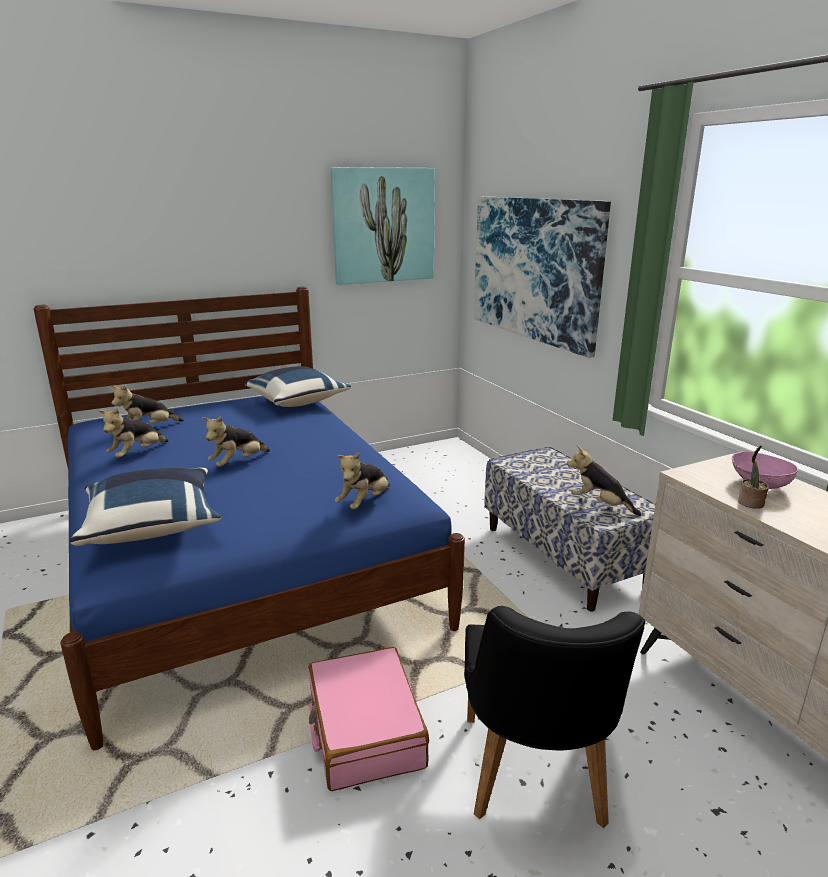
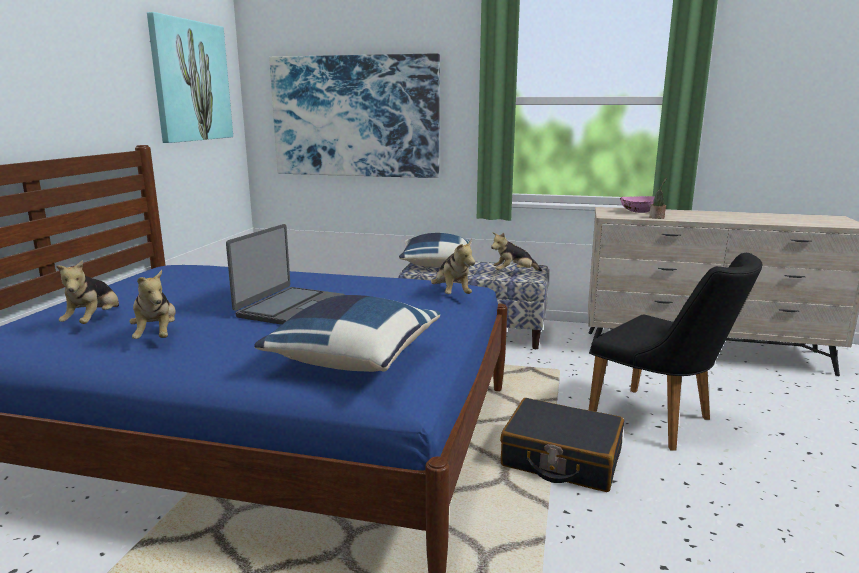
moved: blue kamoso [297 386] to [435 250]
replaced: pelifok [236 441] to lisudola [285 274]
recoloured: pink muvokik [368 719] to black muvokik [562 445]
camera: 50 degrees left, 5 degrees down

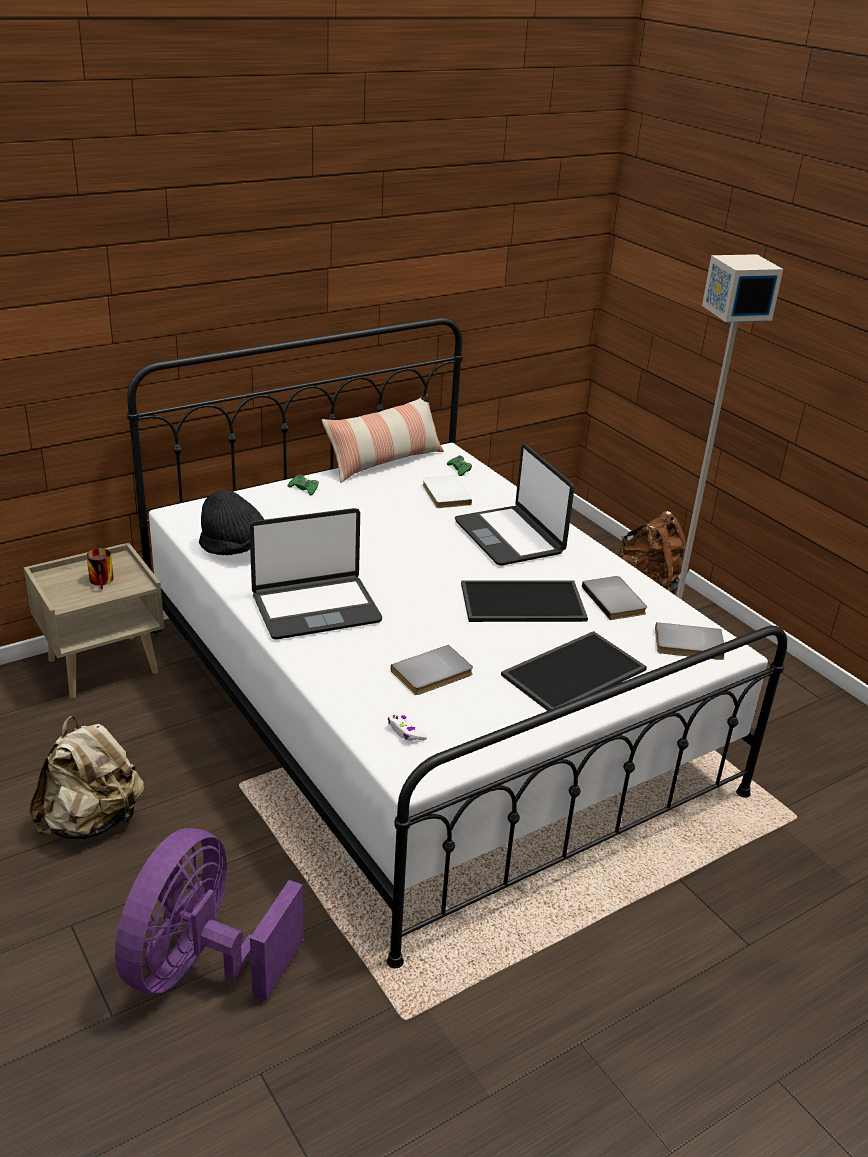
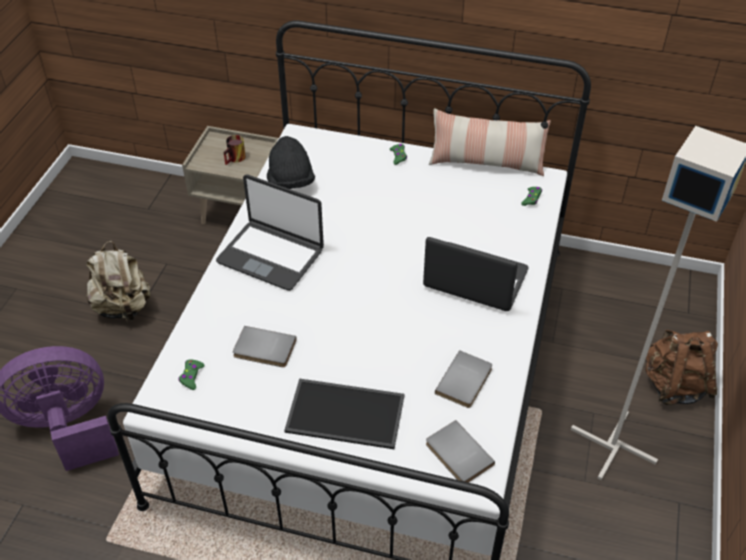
removed: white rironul [447 491]; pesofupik [524 601]
recoloured: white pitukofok [408 727] to green pitukofok [192 374]
turned: lisudola [514 505] = [476 274] 90 degrees clockwise
camera: 50 degrees right, 15 degrees up

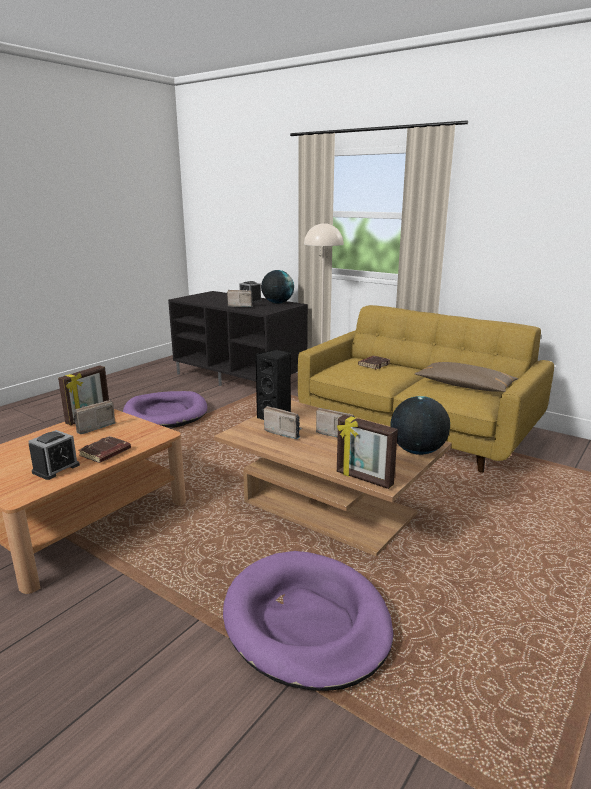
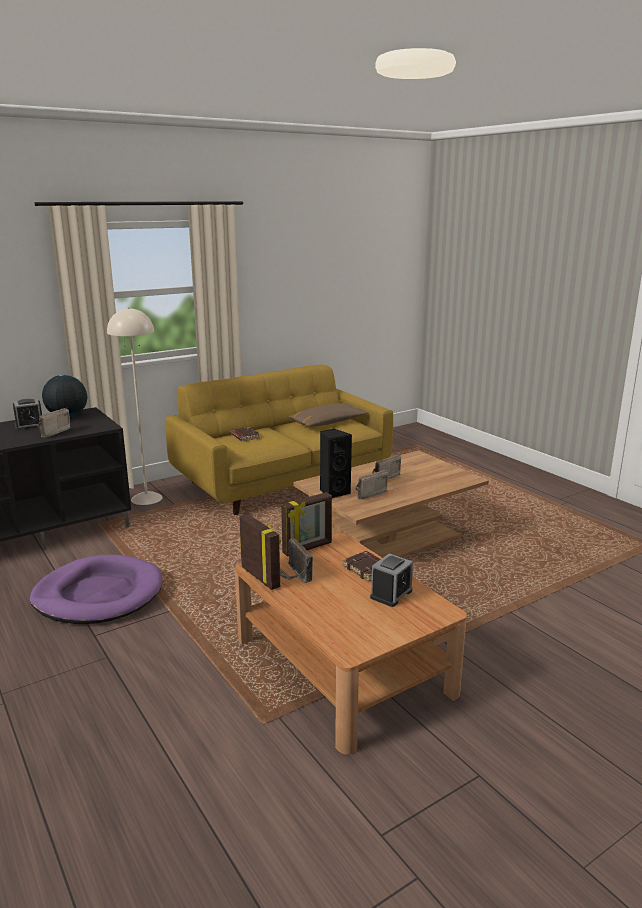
removed: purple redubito [308 621]; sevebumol [420 425]
moved: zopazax [367 452] to [306 524]
turned: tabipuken [54 455] = [391 580] 75 degrees clockwise
camera: 70 degrees left, 0 degrees up

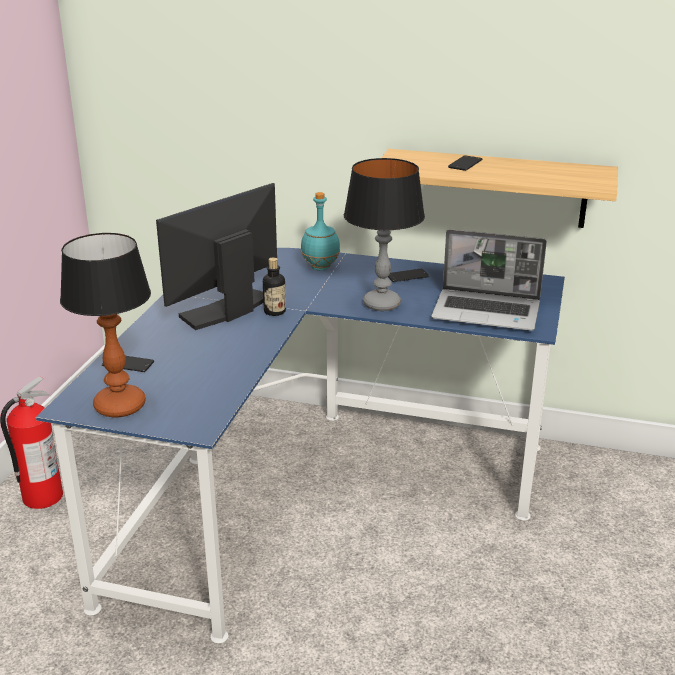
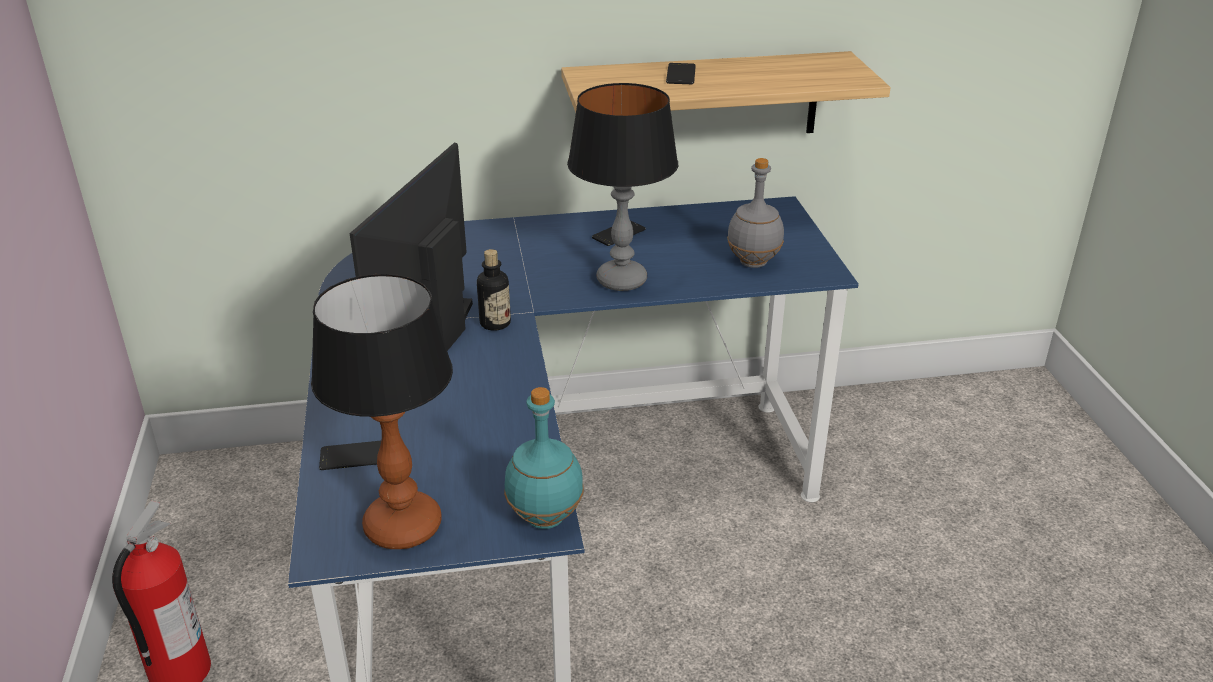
moved: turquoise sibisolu [320 231] to [544 458]
replaced: lisudola [489 280] to grey sibisolu [755 213]
camera: 25 degrees left, 5 degrees up

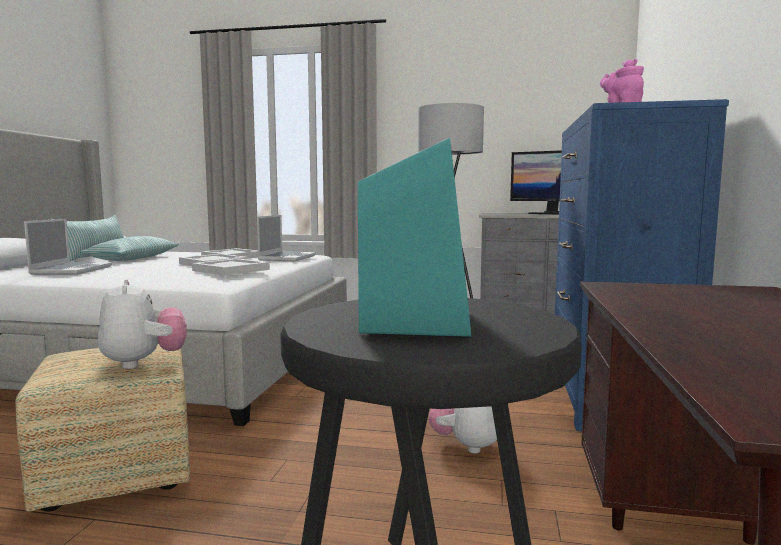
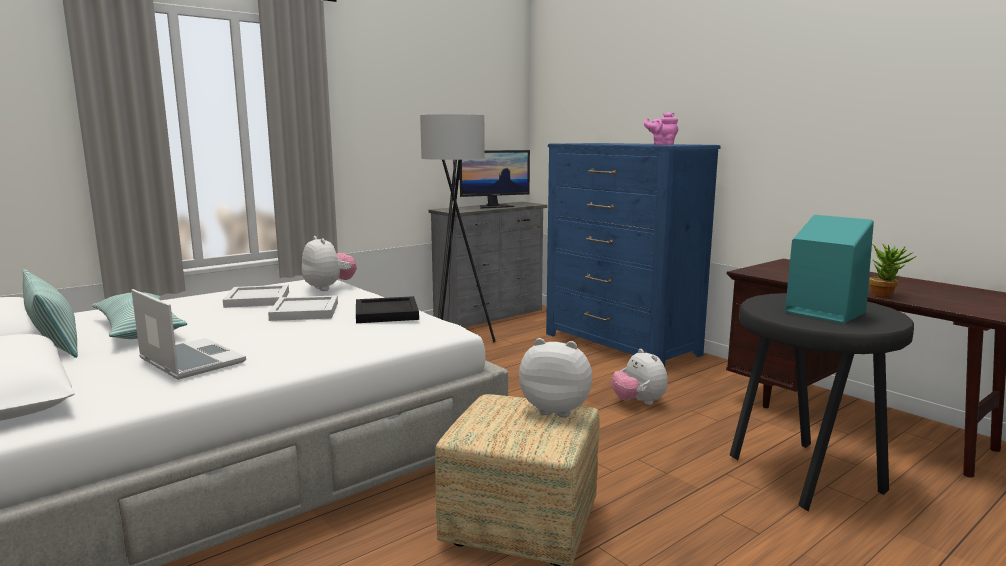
added: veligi [892 271]
replaced: lisudola [286 238] to pelifok [329 263]
recoloured: white pesofupik [231 267] to black pesofupik [387 309]
camera: 50 degrees left, 5 degrees up

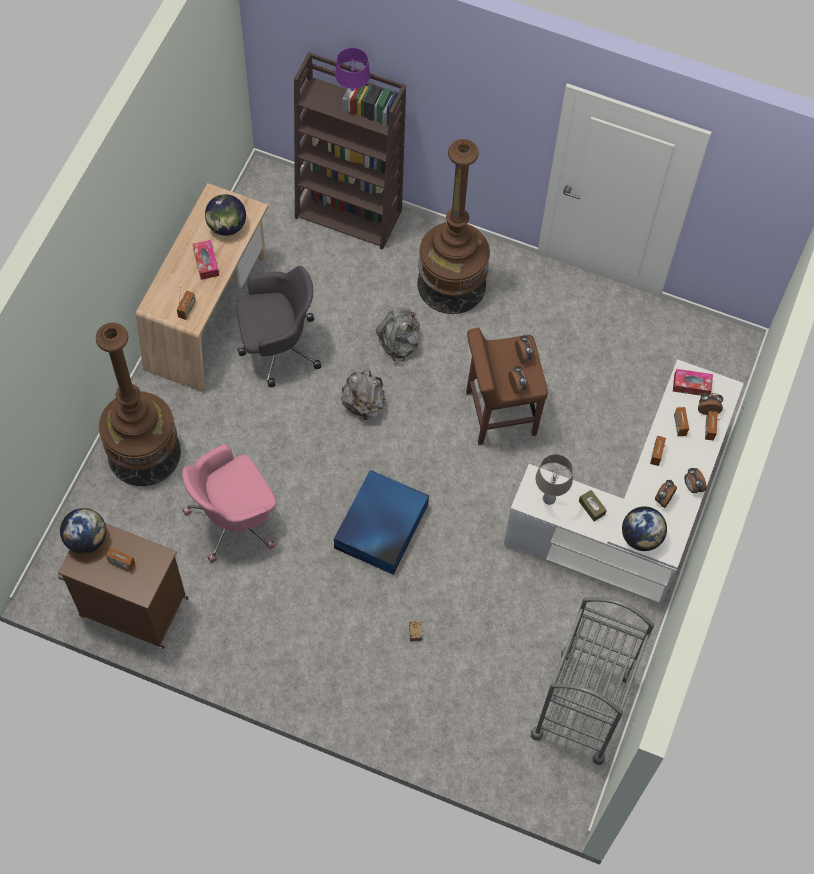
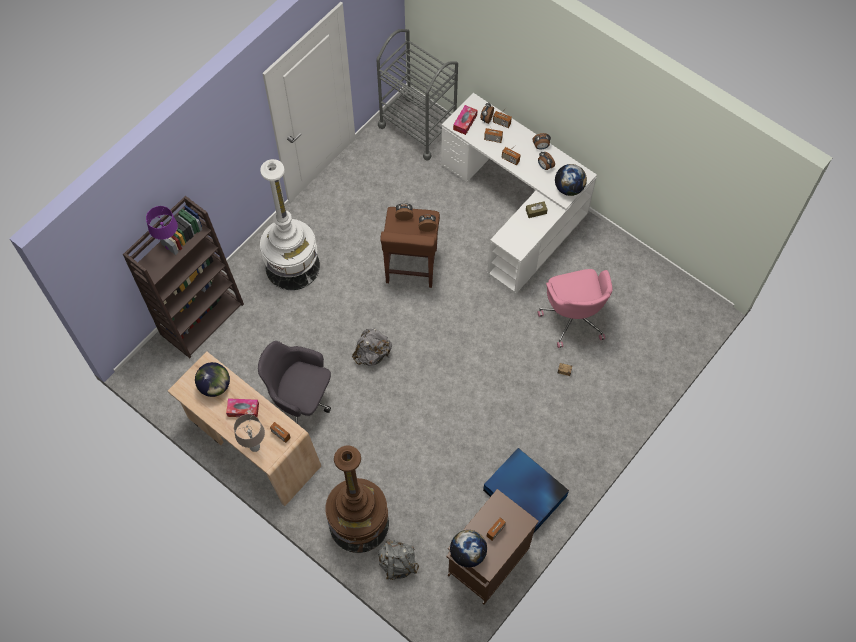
moved: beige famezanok [554 479] to [249 433]; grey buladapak [592 681] to [417 95]; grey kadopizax [397 334] to [398 559]; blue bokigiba [381 522] to [526 490]; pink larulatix [229 503] to [575 308]
recoloured: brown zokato [453 226] to white zokato [290 224]
turned: grey larulatix [278 326] = [294 382] 75 degrees counterclockwise
camera: 70 degrees left, 0 degrees up

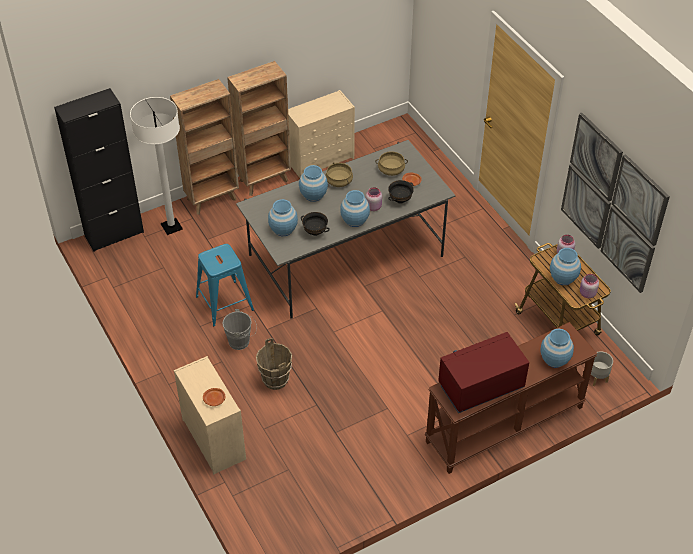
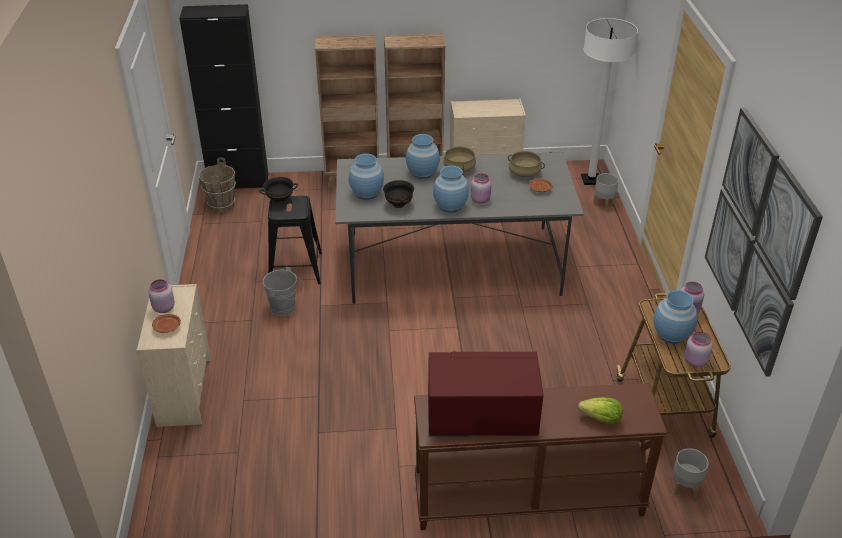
added: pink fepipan [161 296]; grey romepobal [606 191]
moved: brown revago [274 364] to [217 184]; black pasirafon [401 192] to [278 190]; white zokato [156 166] to [609 101]
replaced: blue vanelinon [557 348] to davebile [600 410]
recoloured: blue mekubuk [225 285] to black mekubuk [295 240]
camera: 25 degrees right, 10 degrees down

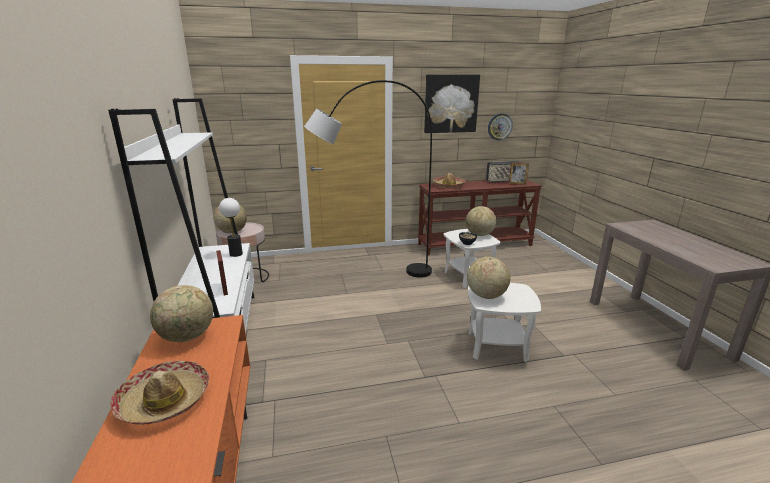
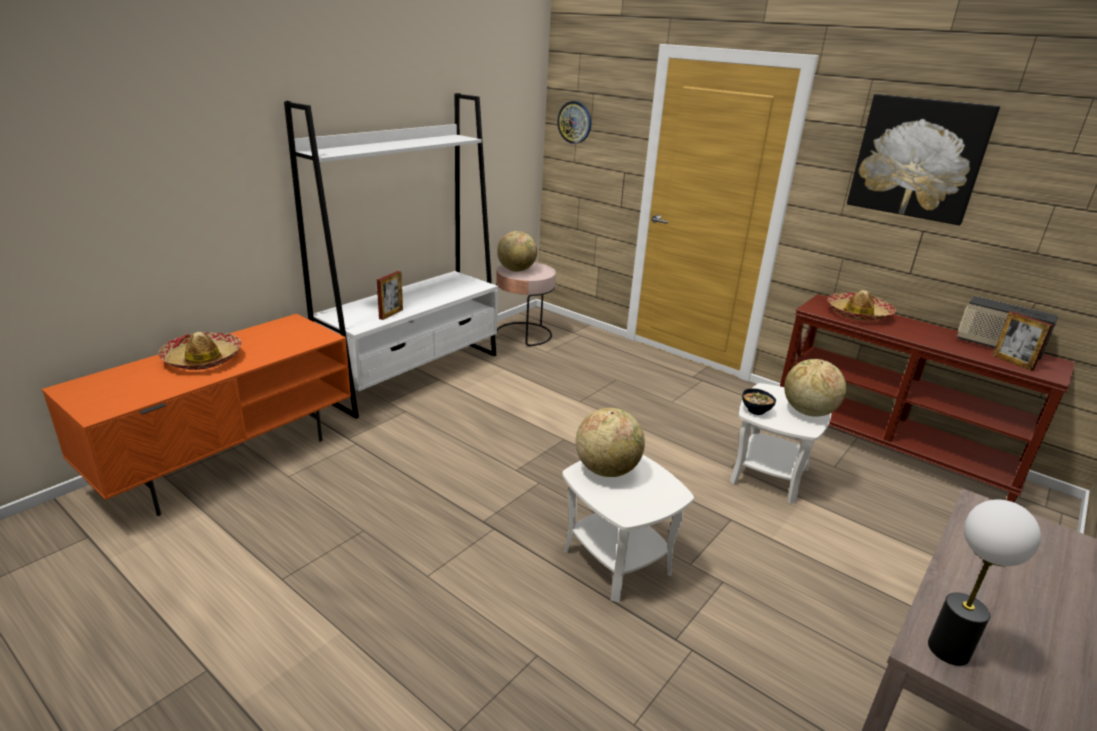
removed: sevebumol [181 313]; grey zokato [368 178]
moved: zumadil [500 127] to [574 122]; famezanok [231 227] to [984 583]
camera: 50 degrees right, 5 degrees up

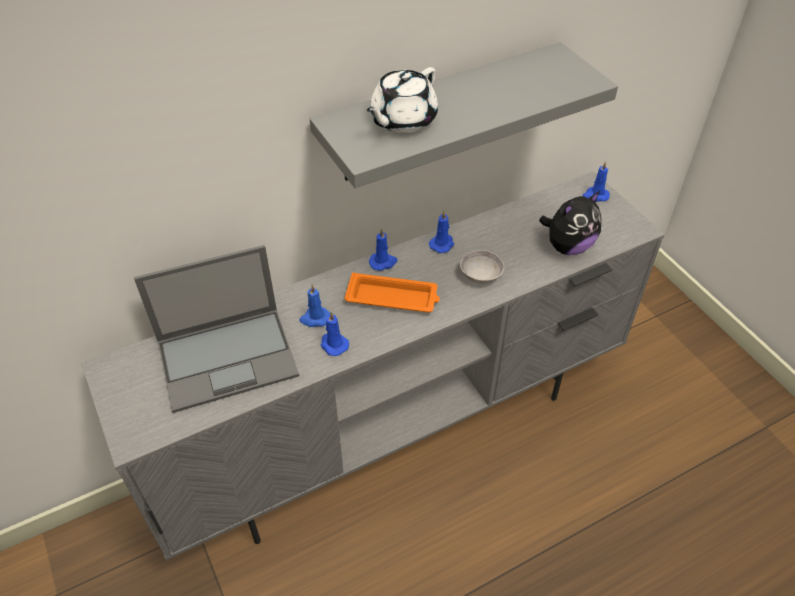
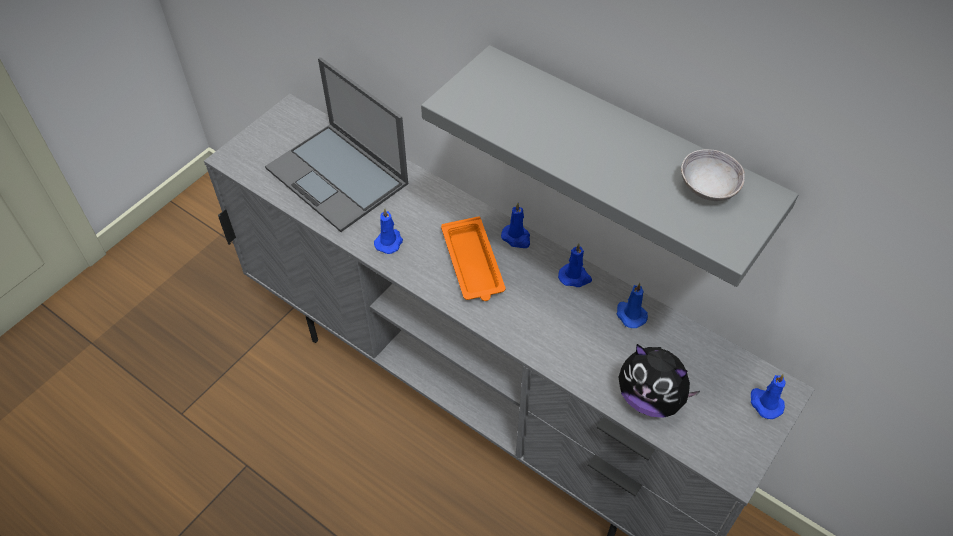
removed: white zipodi [402 100]
moved: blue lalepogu [314 305] to [632 305]; grey pasirafon [482 266] to [713 175]
camera: 65 degrees right, 5 degrees up

